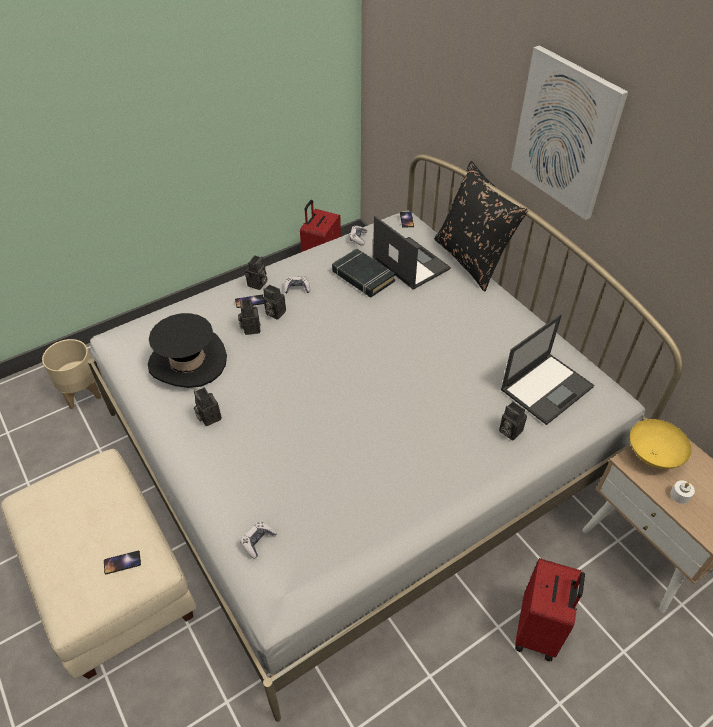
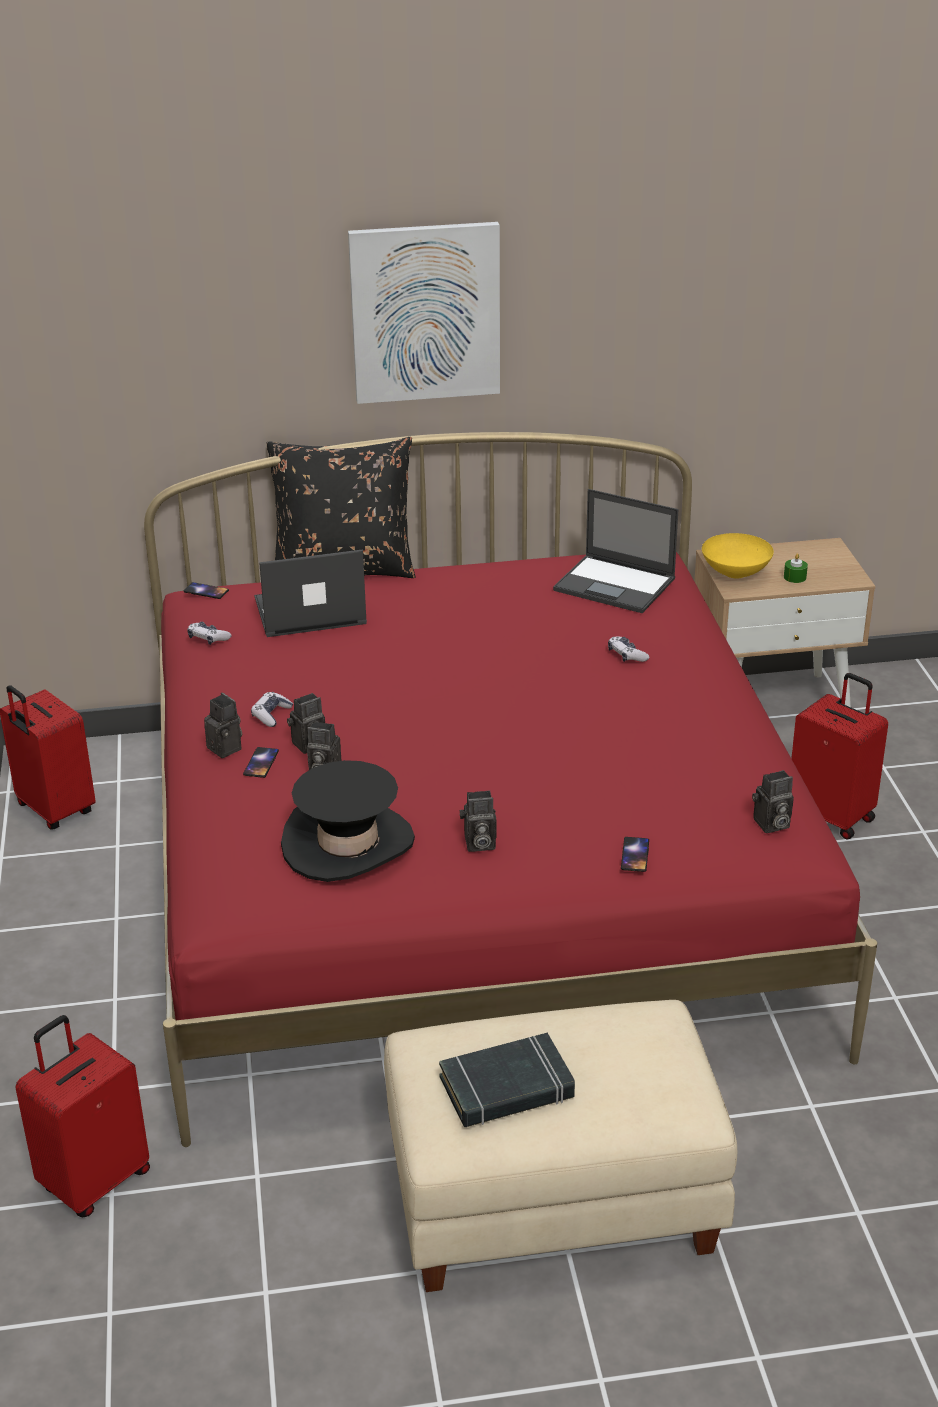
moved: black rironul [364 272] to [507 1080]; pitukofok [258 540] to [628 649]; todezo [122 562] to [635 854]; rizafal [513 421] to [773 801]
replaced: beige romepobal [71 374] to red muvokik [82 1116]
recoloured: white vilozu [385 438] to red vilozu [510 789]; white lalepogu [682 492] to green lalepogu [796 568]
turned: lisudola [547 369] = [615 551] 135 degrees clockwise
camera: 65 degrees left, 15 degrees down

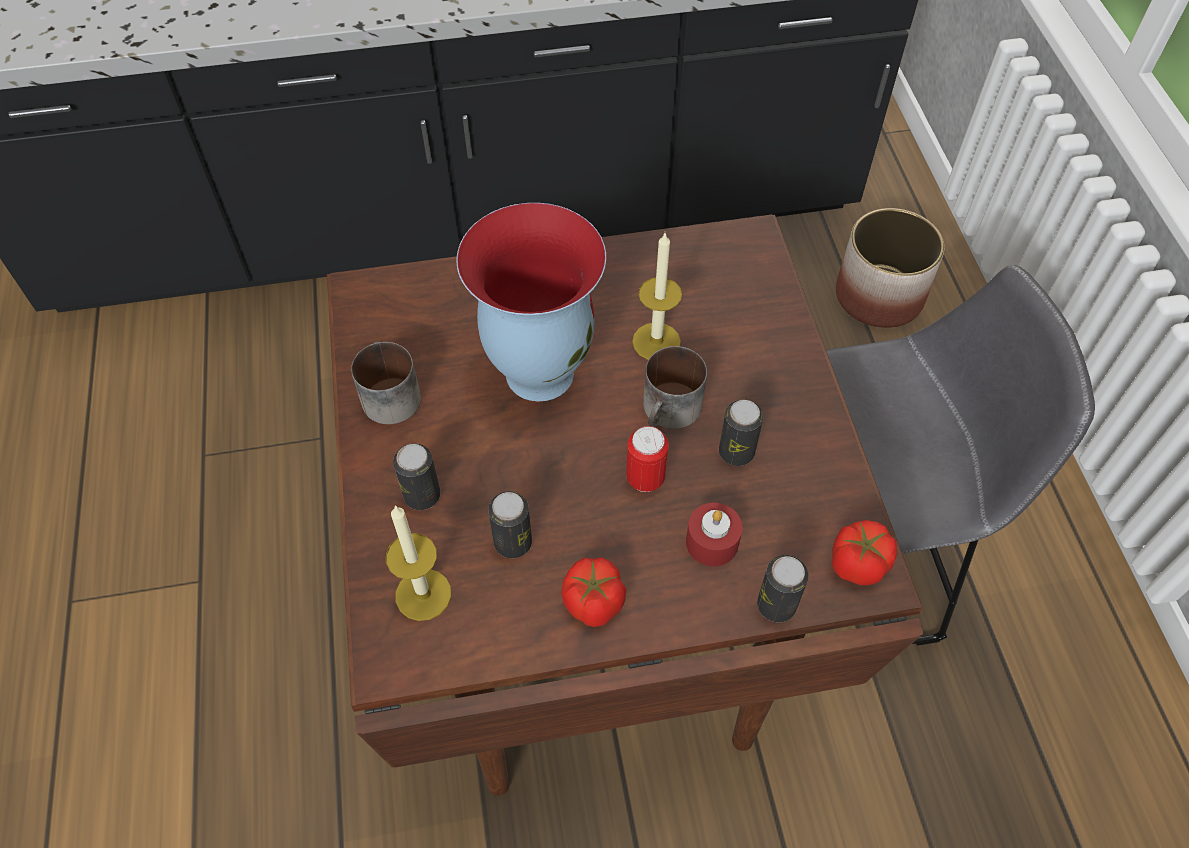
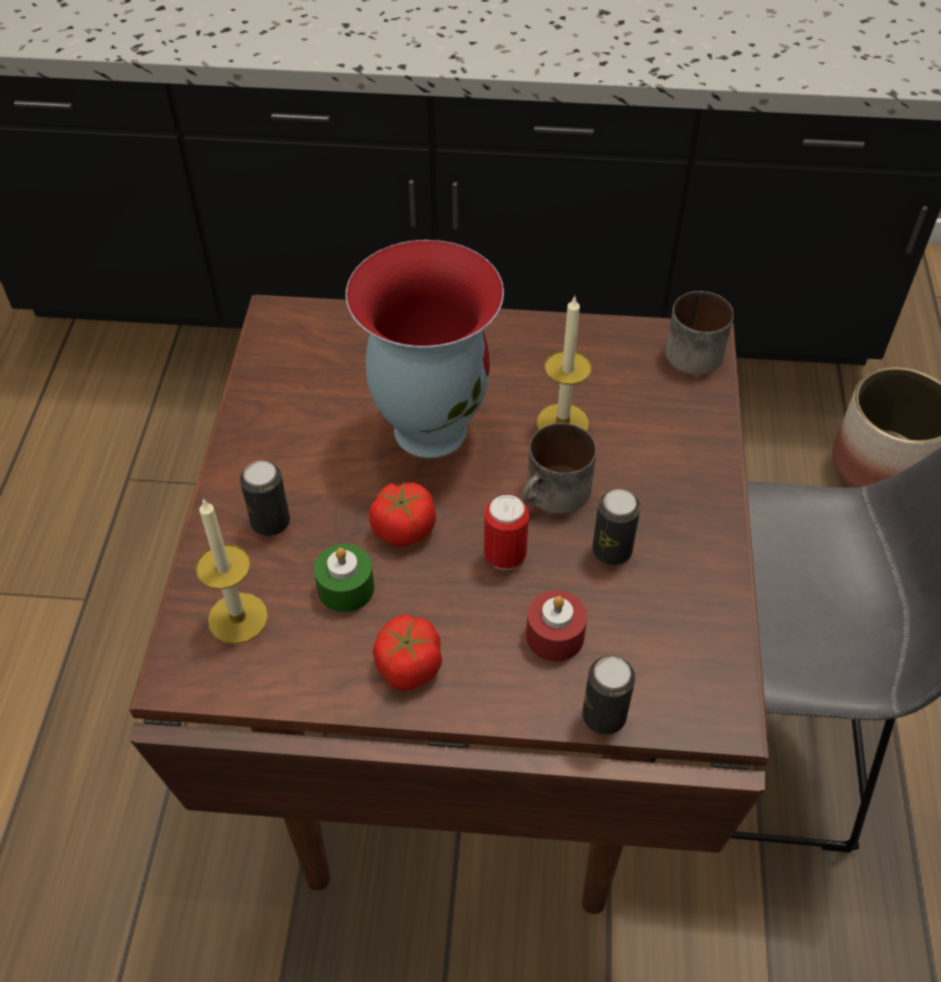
moved: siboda [864 552] to [402 514]; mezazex [386 382] to [699 333]
replaced: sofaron [510 524] to green lalepogu [344 578]
camera: 15 degrees right, 5 degrees down

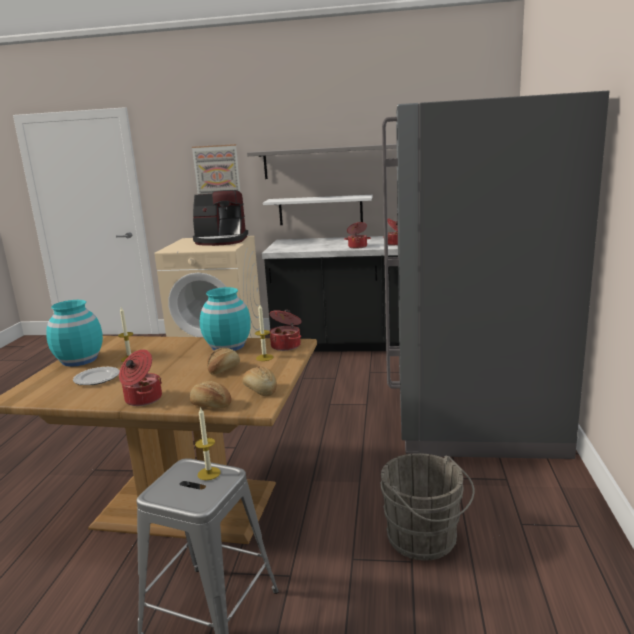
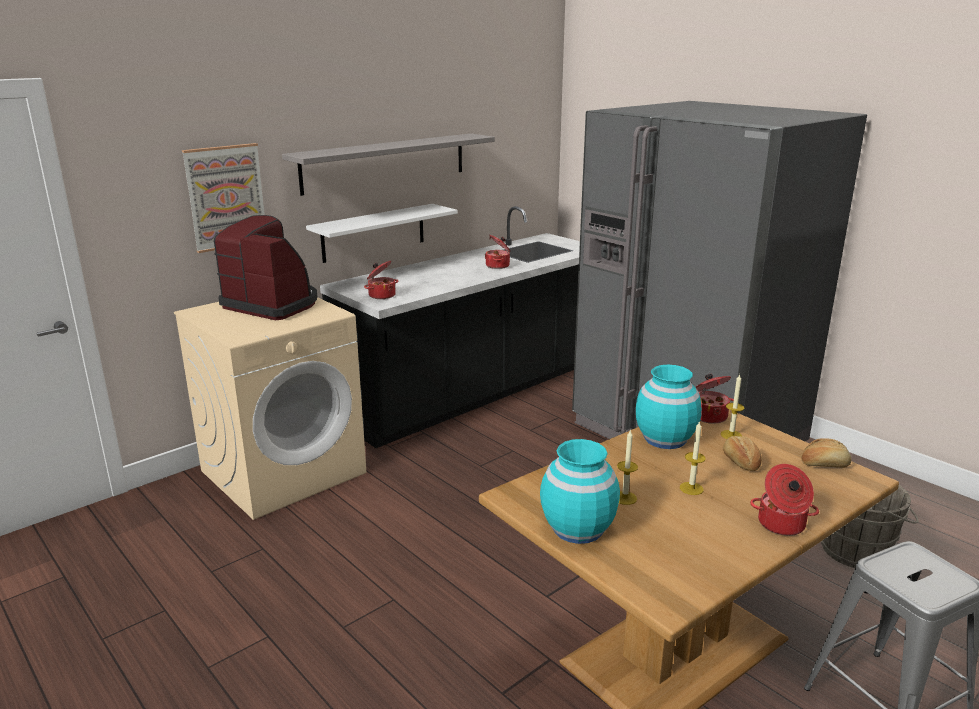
removed: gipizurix [96 376]; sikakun [210 394]
moved: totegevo [357 235] to [381 280]; lalepogu [208 443] to [693 458]
turned: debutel [220 218] = [265 267] 105 degrees counterclockwise
camera: 50 degrees left, 5 degrees up

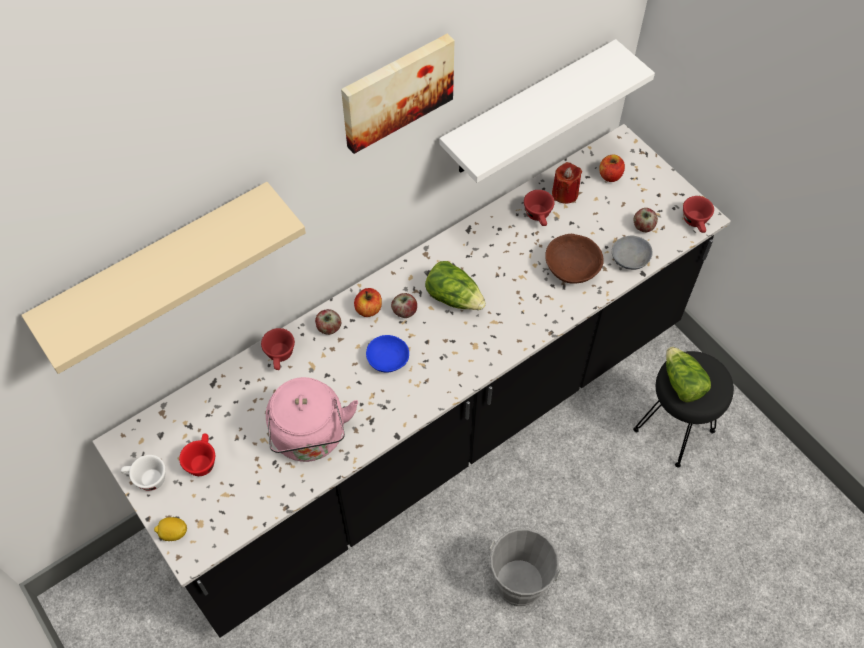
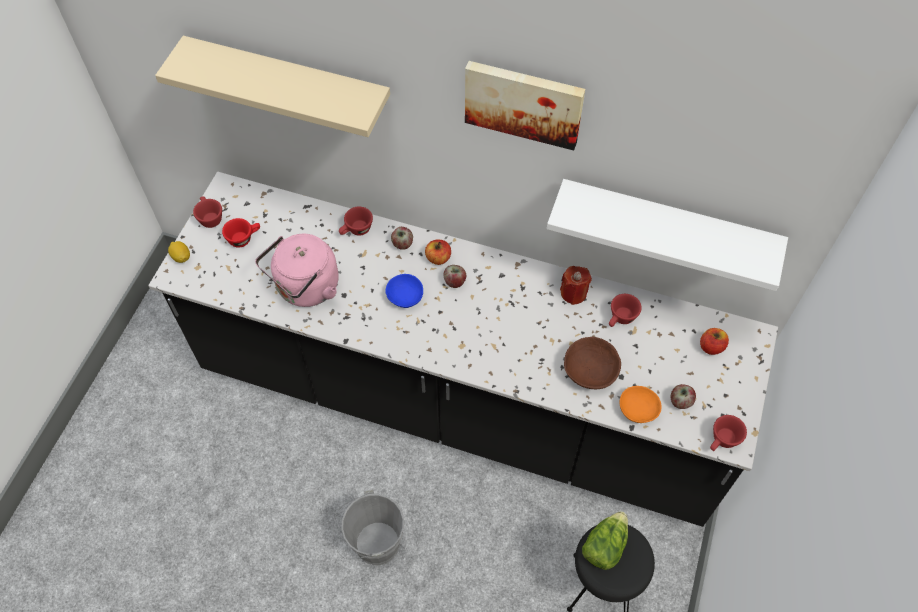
removed: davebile [455 285]
moved: red lalepogu [567 183] to [576 285]
recoloured: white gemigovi [143 473] to red gemigovi [207 212]; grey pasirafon [632 252] to orange pasirafon [641 404]
camera: 55 degrees right, 0 degrees up

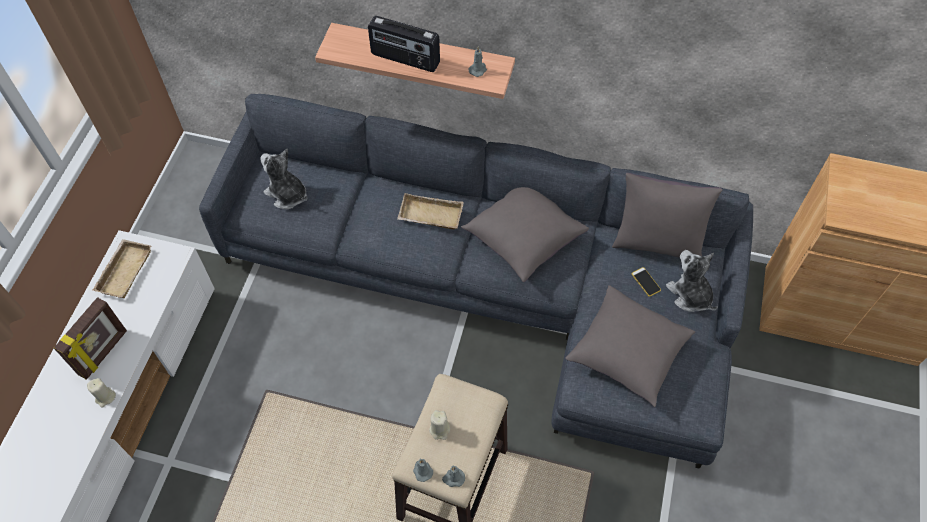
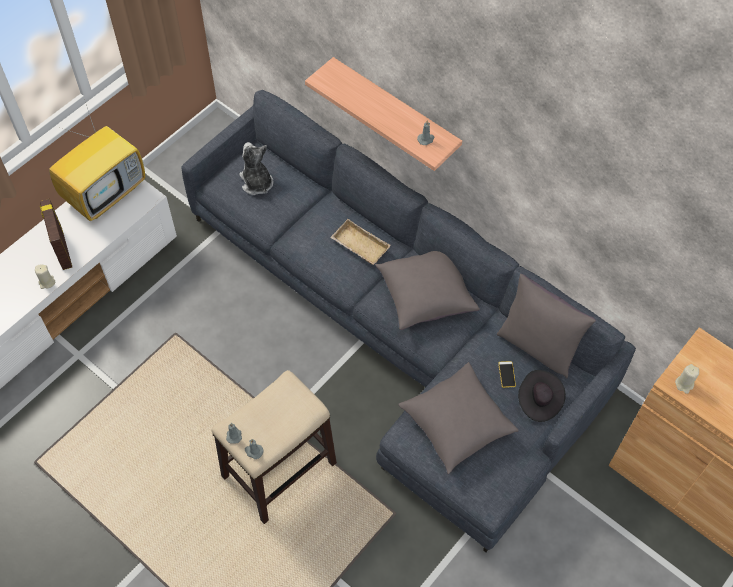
removed: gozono [404 44]
moved: beige lalepogu [439 425] to [687 379]
replaced: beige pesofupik [121 268] to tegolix [97 161]; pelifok [692 281] to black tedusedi [542 396]
turned: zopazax [90 338] = [56 234] 105 degrees clockwise
camera: 25 degrees right, 0 degrees up

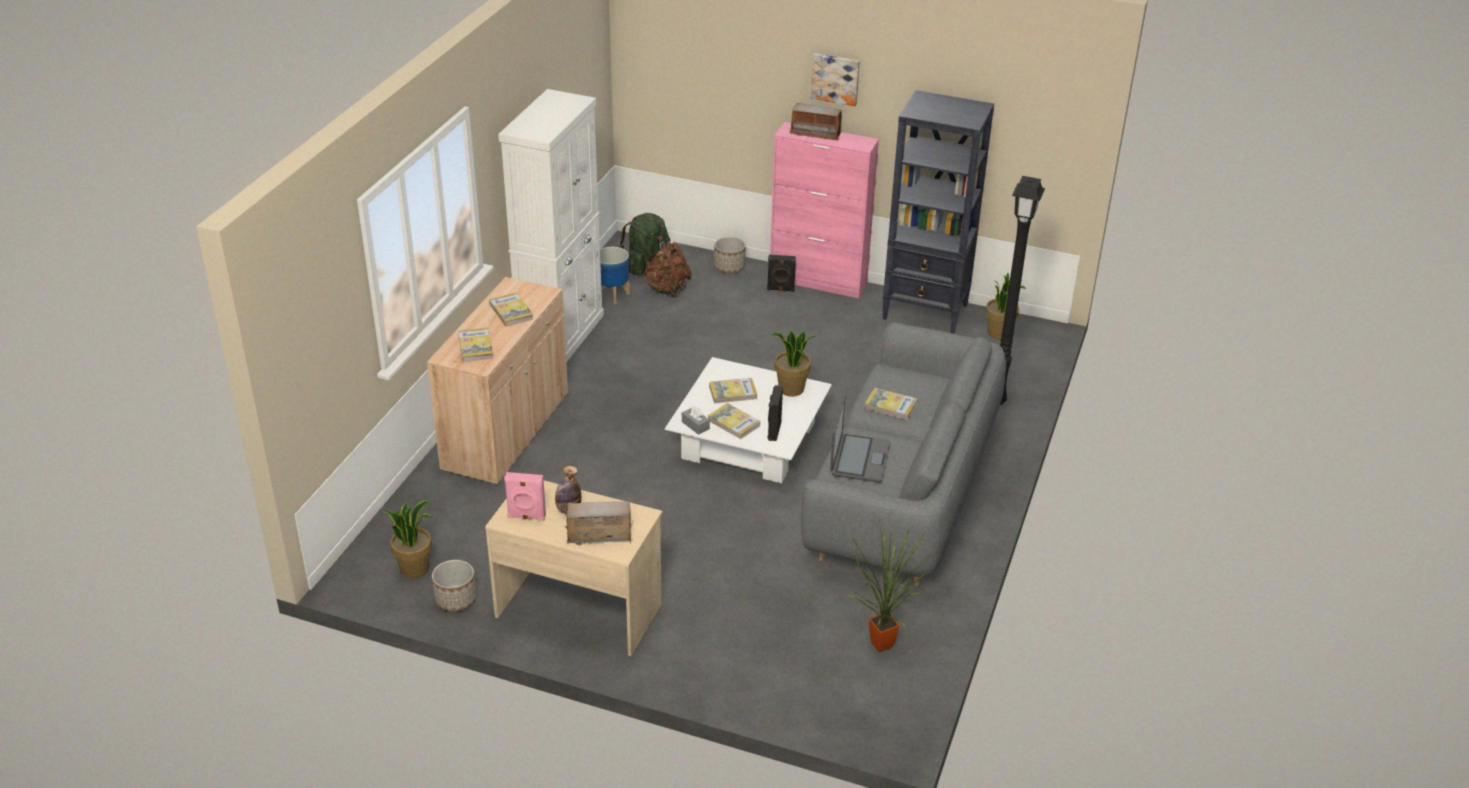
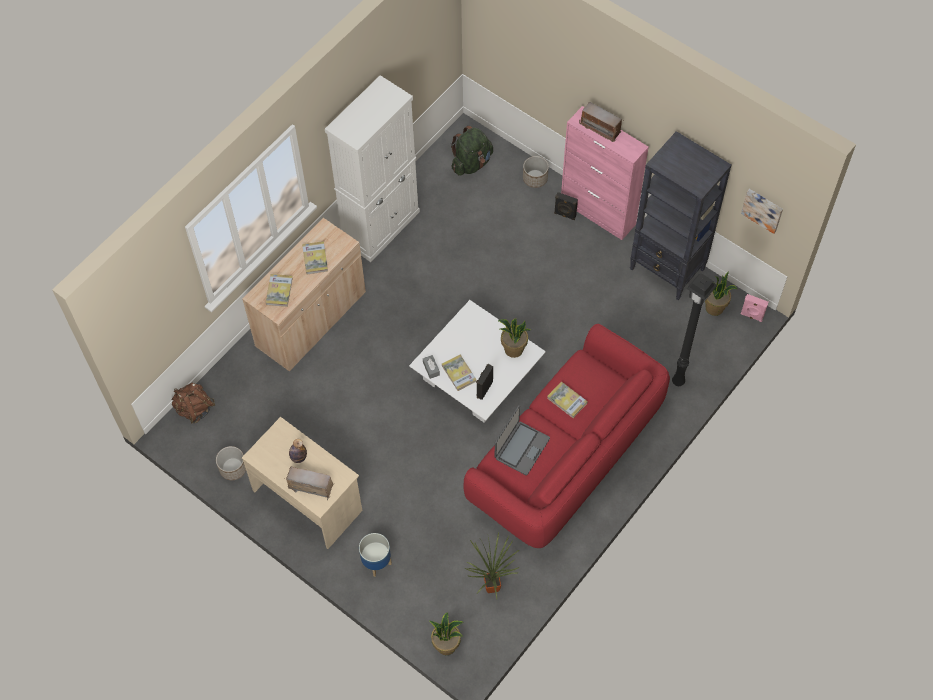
removed: rironul [733 390]
moved: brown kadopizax [667 269] to [193 403]; romepobal [615 275] to [375 555]; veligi [408 539] to [446 633]; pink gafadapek [525 496] to [754 308]; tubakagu [835 79] to [762 211]
recoloured: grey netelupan [903 454] to red netelupan [567 436]
camera: 20 degrees right, 25 degrees up

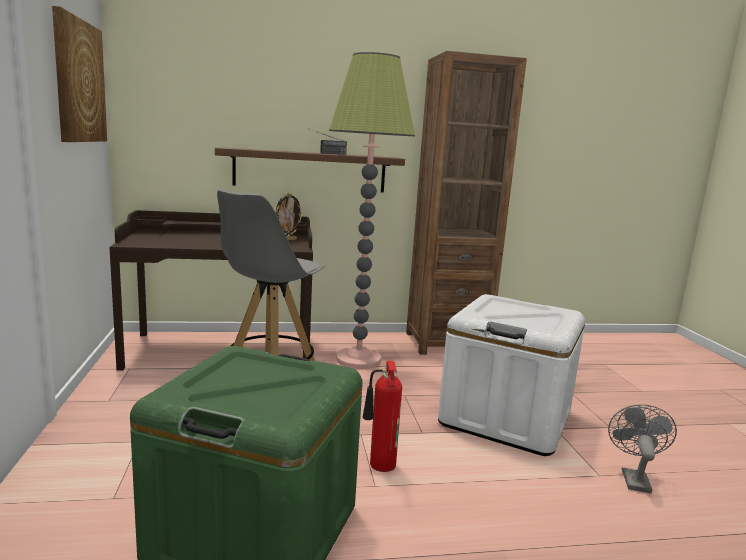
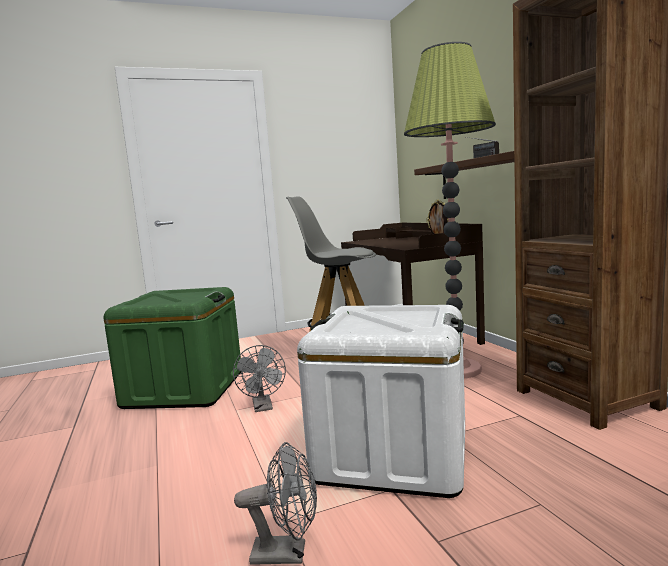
removed: tubakagu [79 74]
replaced: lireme [382 416] to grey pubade [259 378]
camera: 80 degrees right, 5 degrees down

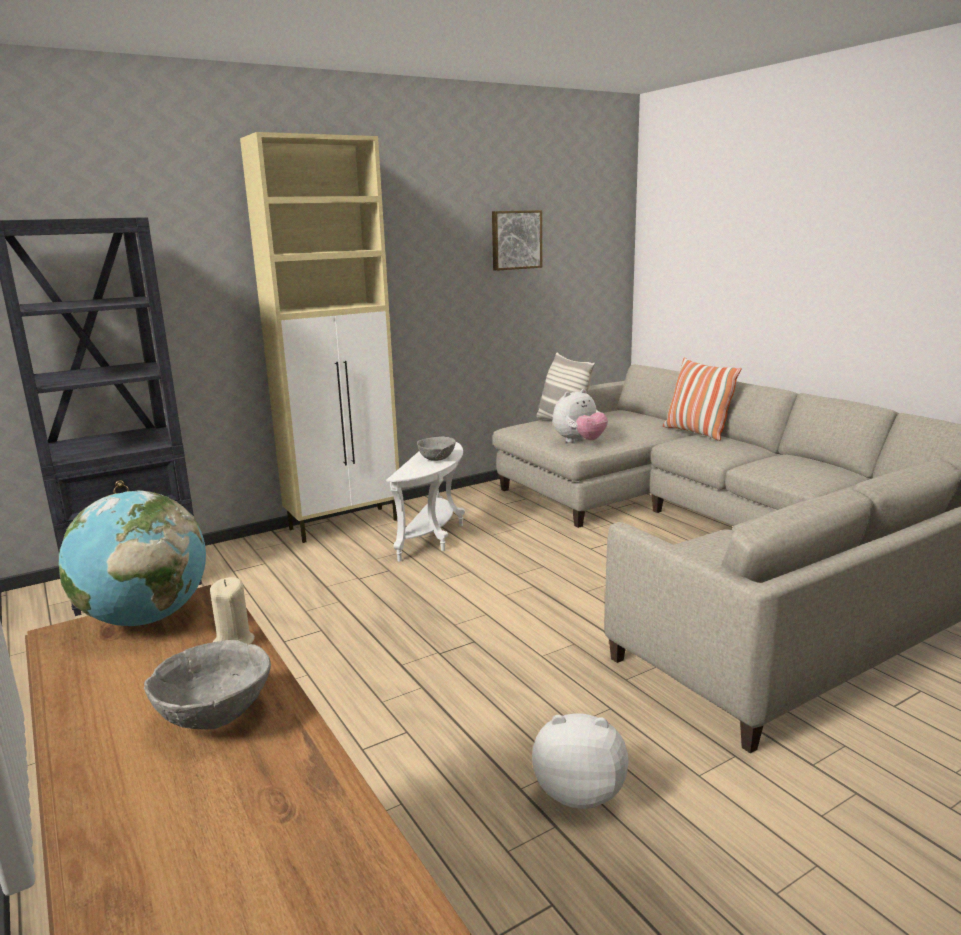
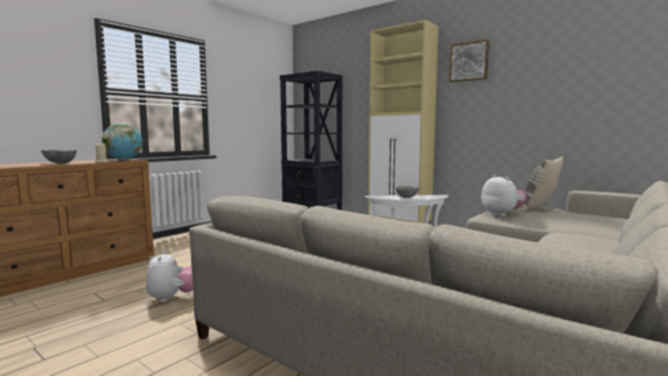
removed: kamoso [702 399]
moved: tubakagu [517 240] to [469 61]
turned: pelifok [580 416] = [503 196] 150 degrees counterclockwise
camera: 70 degrees right, 10 degrees down

